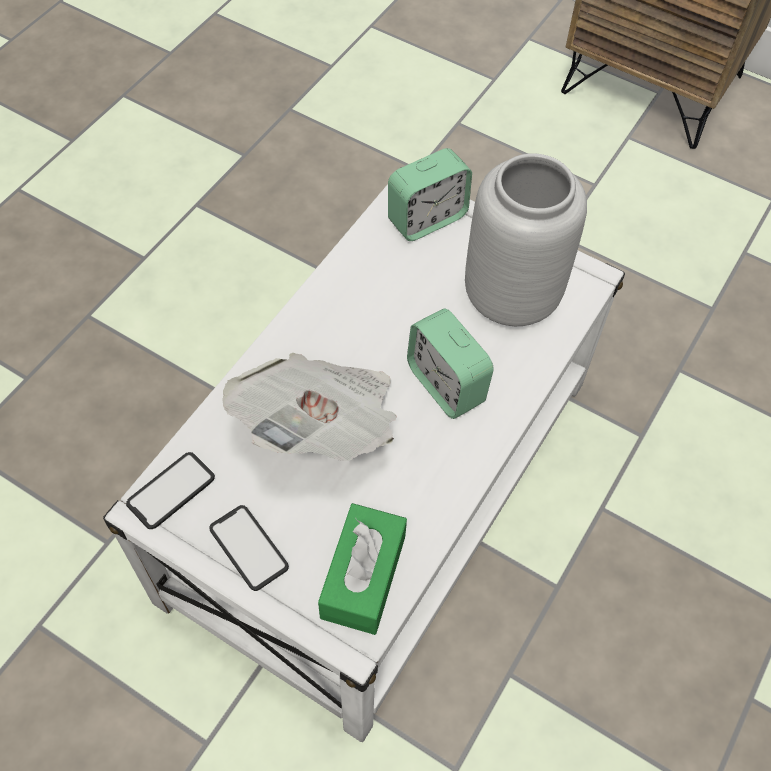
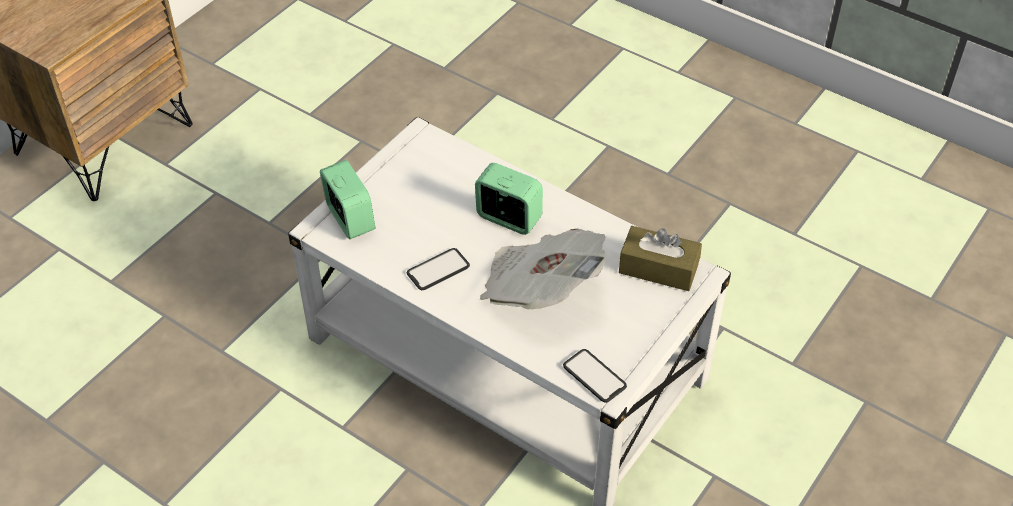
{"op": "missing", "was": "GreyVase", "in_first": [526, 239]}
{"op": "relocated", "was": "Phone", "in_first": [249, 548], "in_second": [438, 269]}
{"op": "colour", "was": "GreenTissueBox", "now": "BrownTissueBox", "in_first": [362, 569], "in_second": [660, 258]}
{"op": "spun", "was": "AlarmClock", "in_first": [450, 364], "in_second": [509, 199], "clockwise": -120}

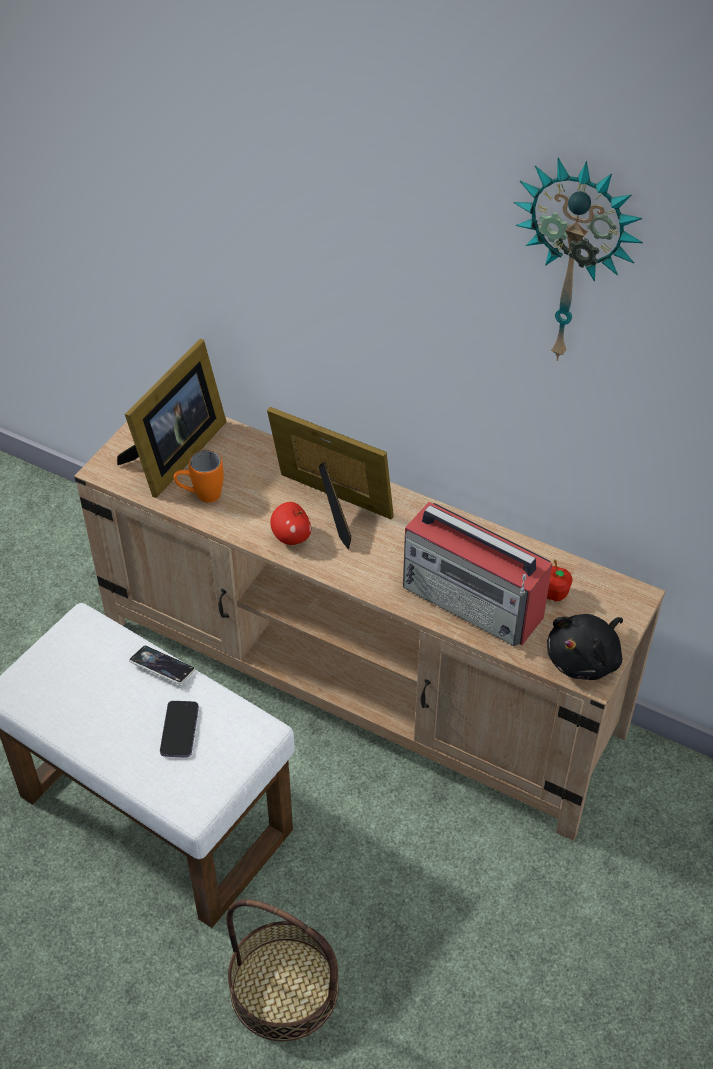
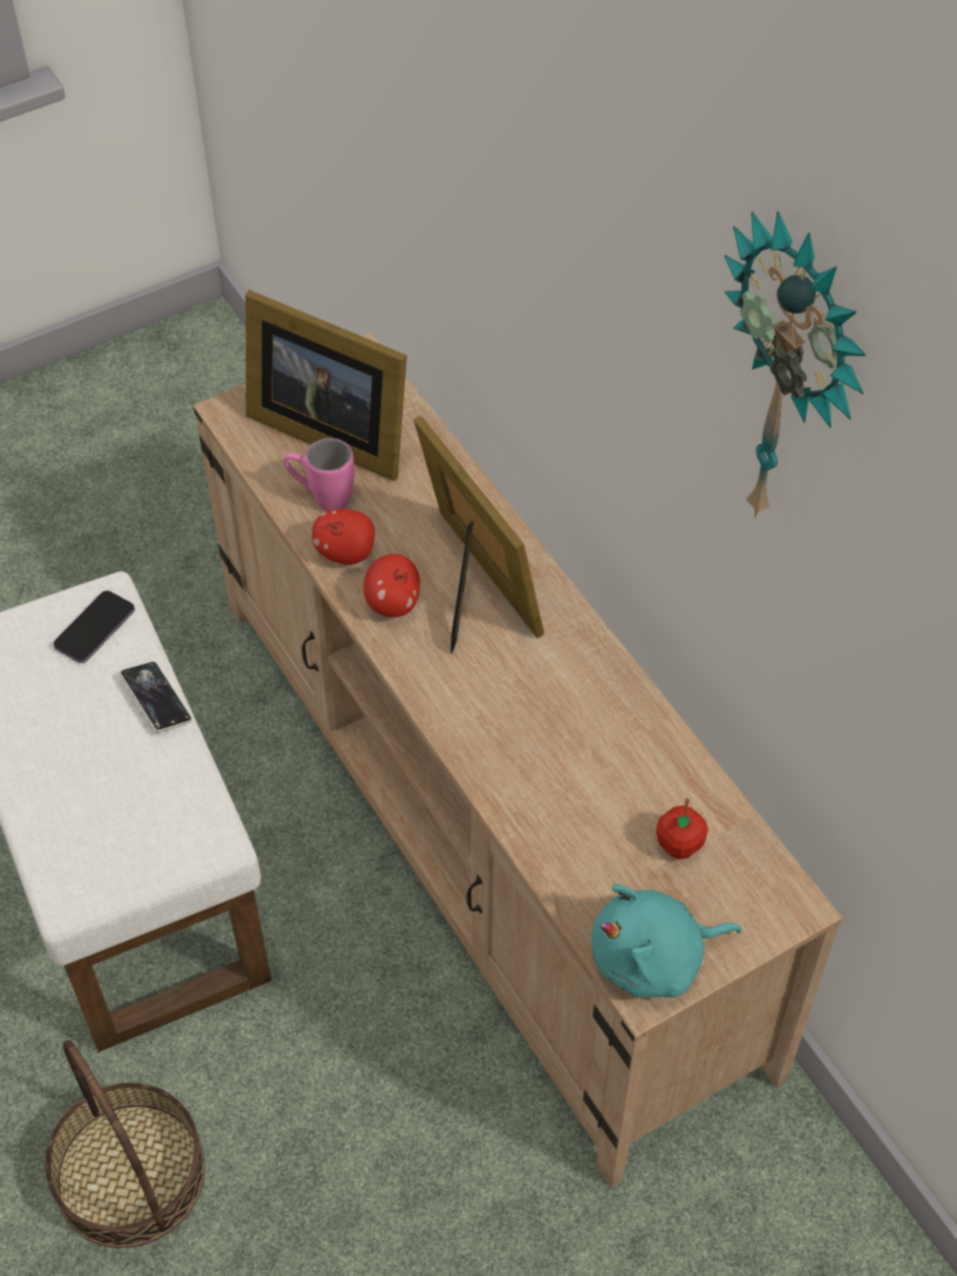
{"op": "missing", "was": "Radio", "in_first": [477, 574]}
{"op": "appeared", "now": "Apple", "in_second": [343, 537]}
{"op": "relocated", "was": "Phone", "in_first": [179, 729], "in_second": [94, 627]}
{"op": "colour", "was": "OrangeMug", "now": "PinkMug", "in_first": [199, 476], "in_second": [319, 474]}
{"op": "colour", "was": "BlackPlushToy", "now": "TurquoisePlushToy", "in_first": [585, 647], "in_second": [666, 940]}
{"op": "spun", "was": "PictureFrame", "in_first": [171, 418], "in_second": [326, 385], "clockwise": 60}

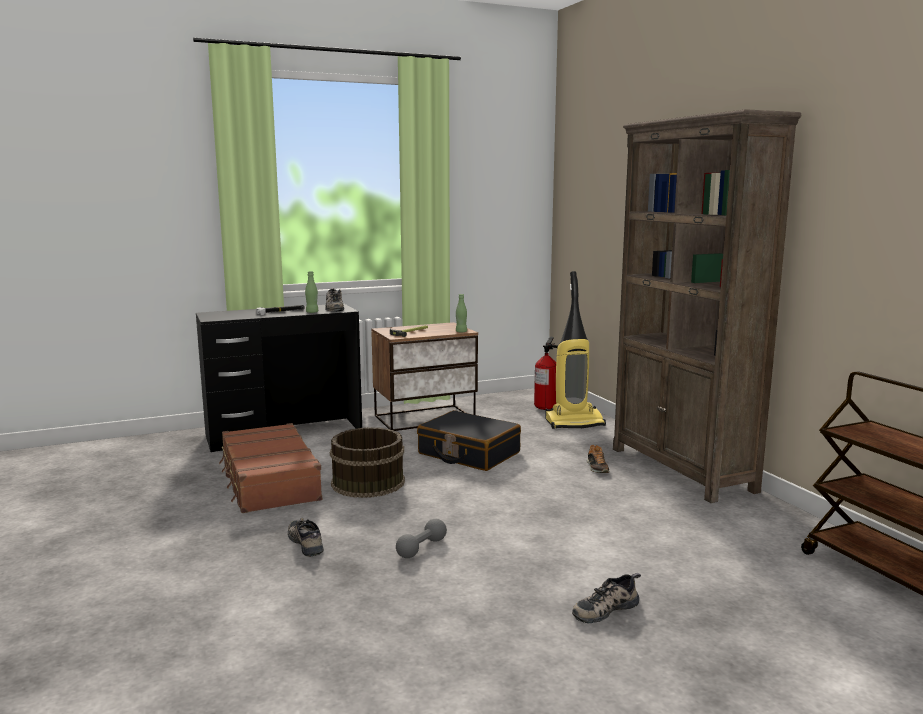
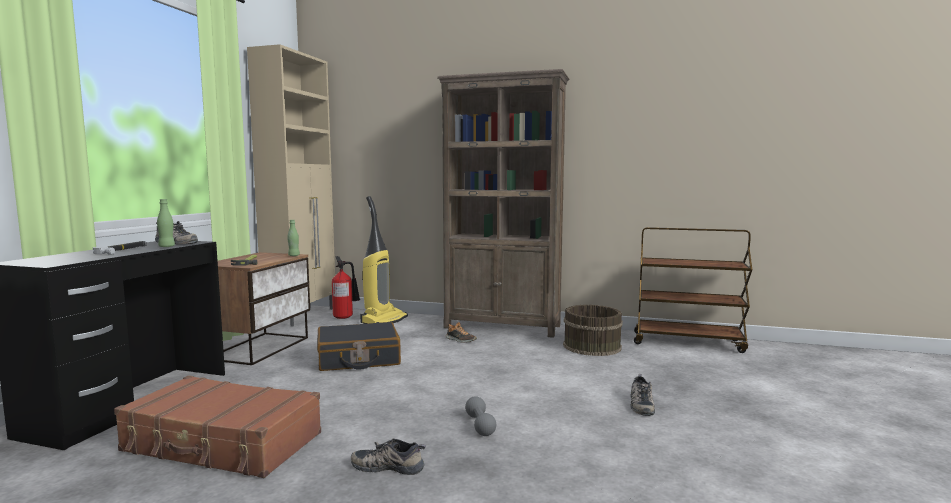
{"op": "appeared", "now": "BeigeCabinet", "in_second": [291, 185]}
{"op": "relocated", "was": "BrownBucket", "in_first": [367, 462], "in_second": [593, 330]}

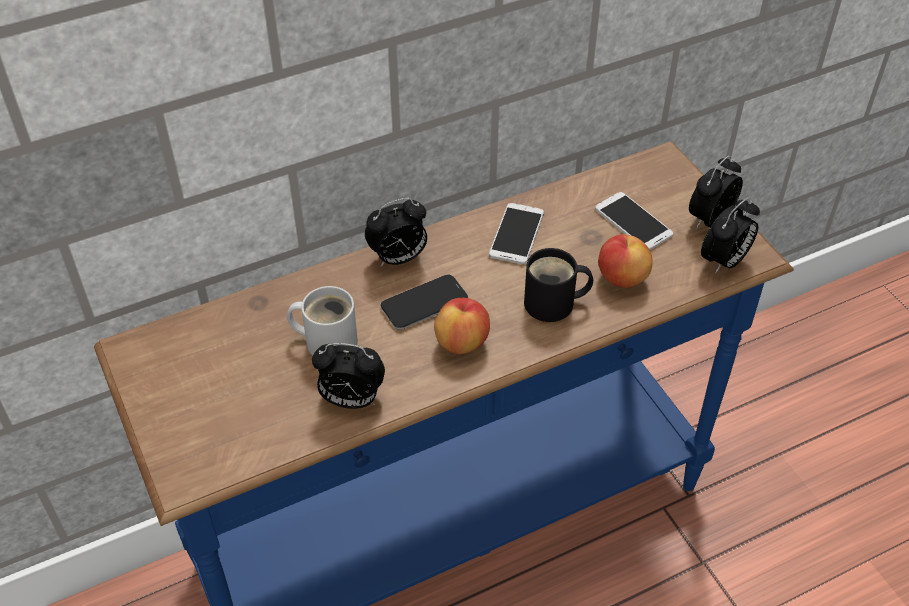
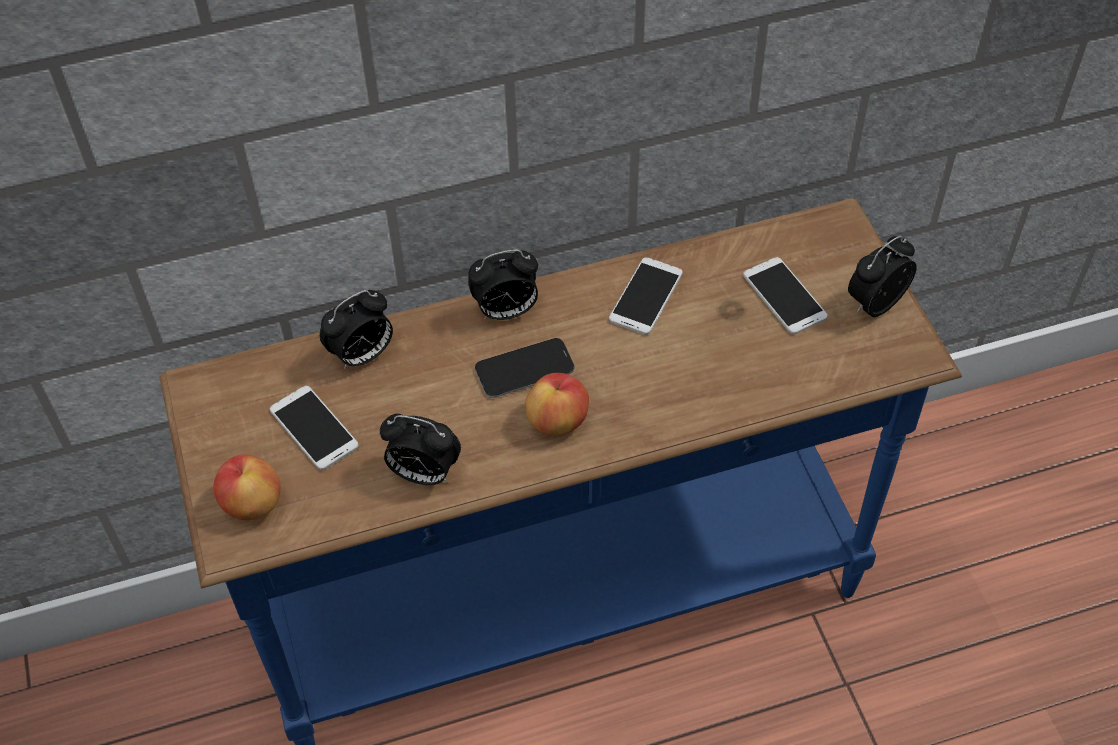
{"op": "missing", "was": "WhiteMug", "in_first": [322, 321]}
{"op": "missing", "was": "BlackMug", "in_first": [558, 285]}
{"op": "appeared", "now": "Phone", "in_second": [314, 428]}
{"op": "relocated", "was": "Apple", "in_first": [625, 261], "in_second": [246, 487]}
{"op": "relocated", "was": "AlarmClock", "in_first": [730, 236], "in_second": [356, 329]}

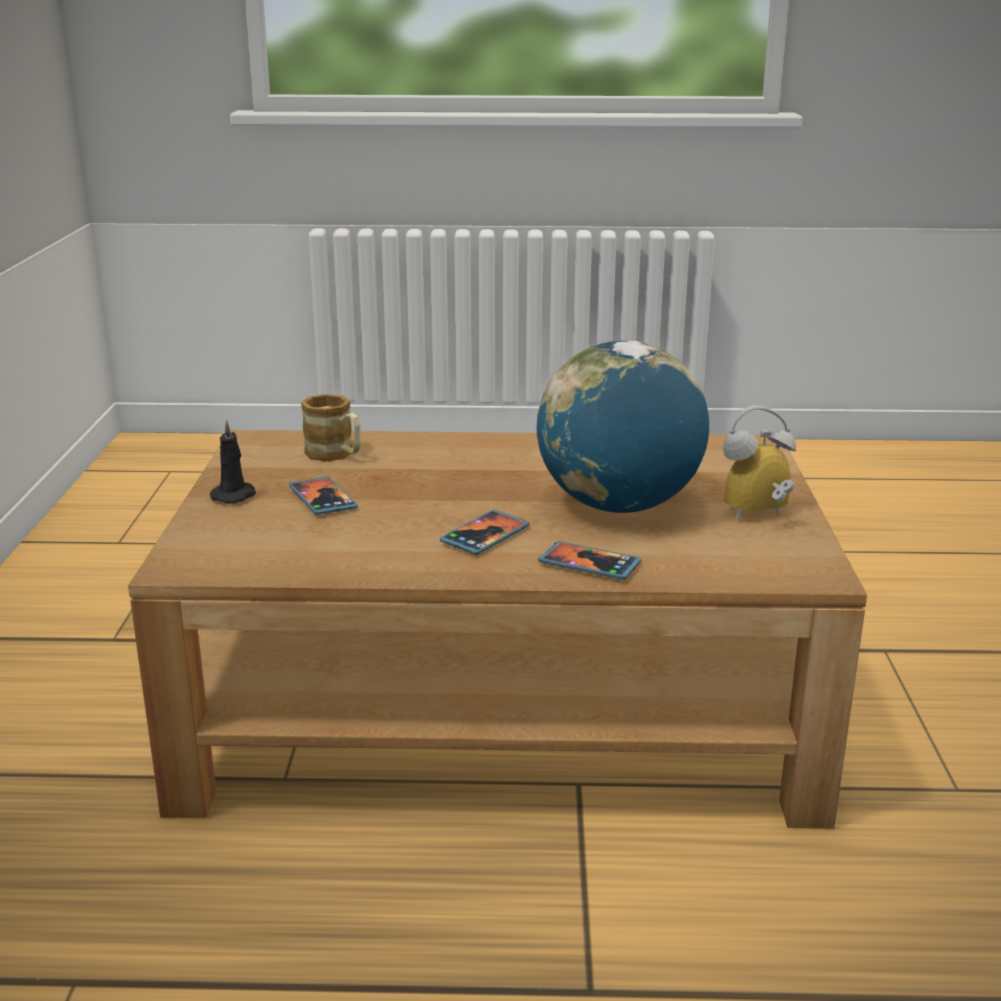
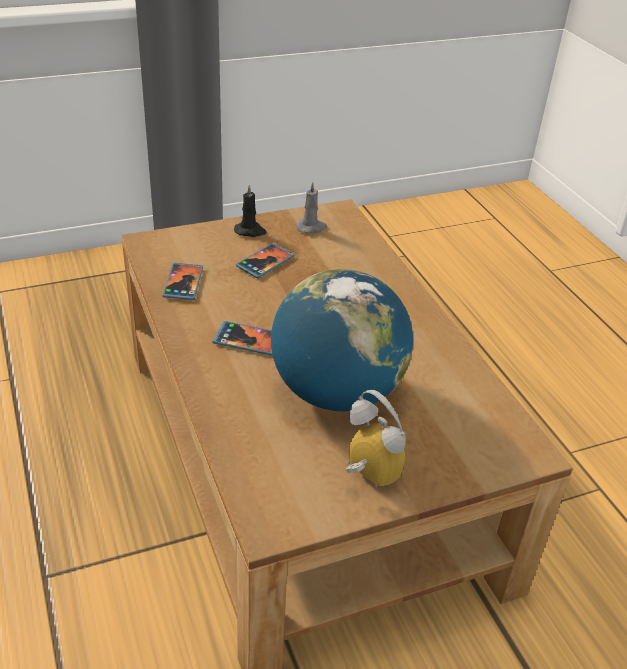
{"op": "missing", "was": "Mug", "in_first": [330, 428]}
{"op": "appeared", "now": "GreyCandle", "in_second": [311, 207]}
{"op": "relocated", "was": "Phone", "in_first": [589, 560], "in_second": [183, 281]}

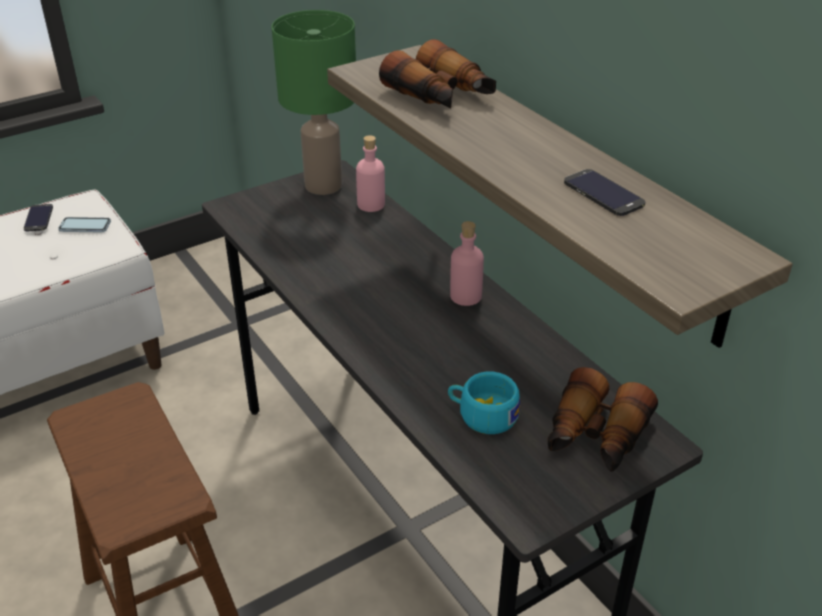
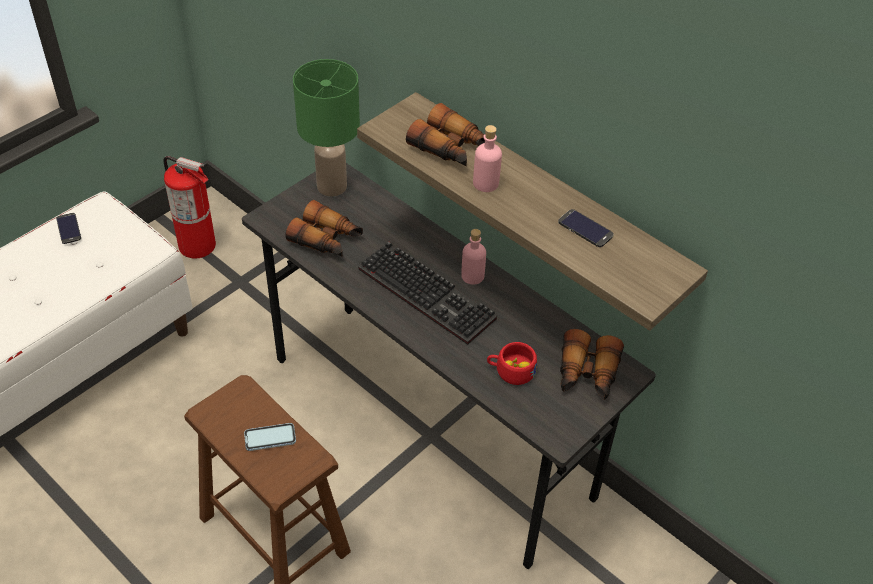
{"op": "appeared", "now": "FireExtinguisher", "in_second": [189, 207]}
{"op": "appeared", "now": "Binoculars", "in_second": [324, 228]}
{"op": "appeared", "now": "Keyboard", "in_second": [427, 293]}
{"op": "relocated", "was": "Phone", "in_first": [84, 224], "in_second": [270, 437]}
{"op": "relocated", "was": "PinkBottle", "in_first": [370, 173], "in_second": [487, 158]}
{"op": "colour", "was": "TurquoiseCup", "now": "RedCup", "in_first": [484, 403], "in_second": [512, 363]}

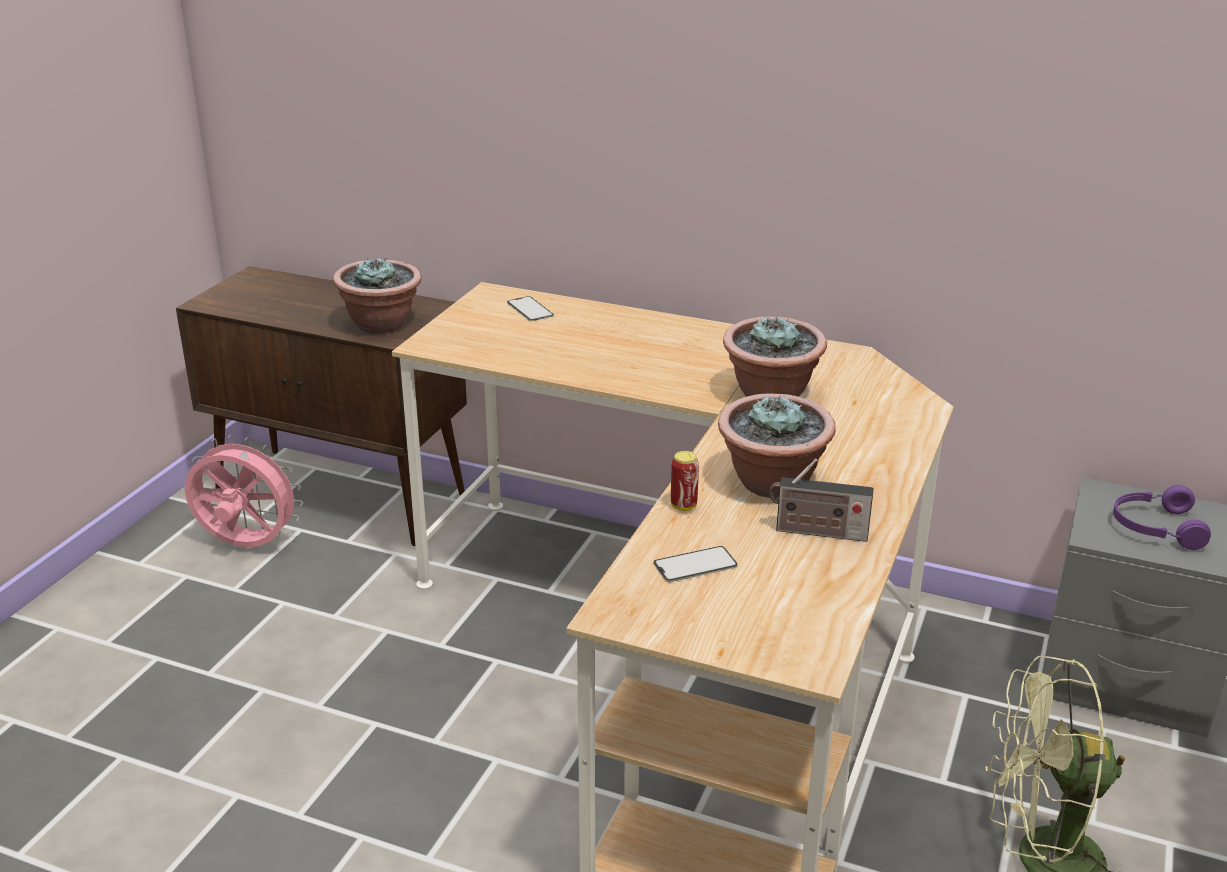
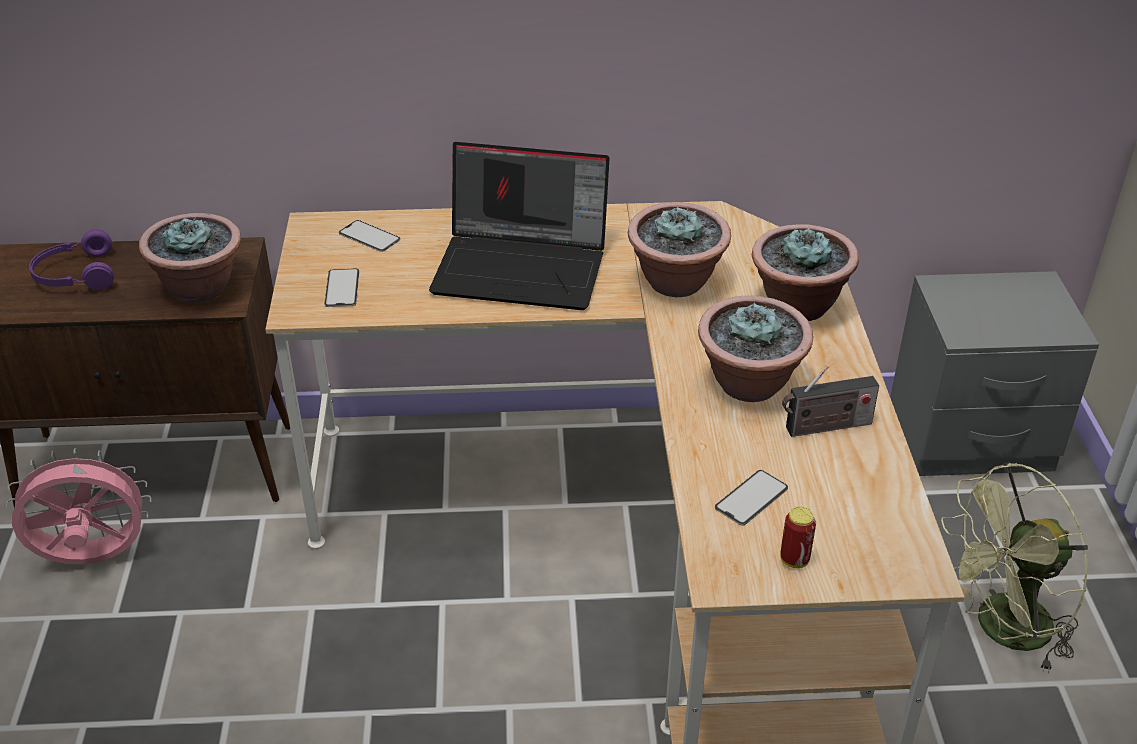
{"op": "appeared", "now": "Phone", "in_second": [341, 288]}
{"op": "appeared", "now": "Laptop", "in_second": [519, 226]}
{"op": "appeared", "now": "PottedPlant", "in_second": [805, 272]}
{"op": "relocated", "was": "Can", "in_first": [685, 481], "in_second": [798, 537]}
{"op": "relocated", "was": "PurpleHeadphones", "in_first": [1162, 517], "in_second": [71, 260]}

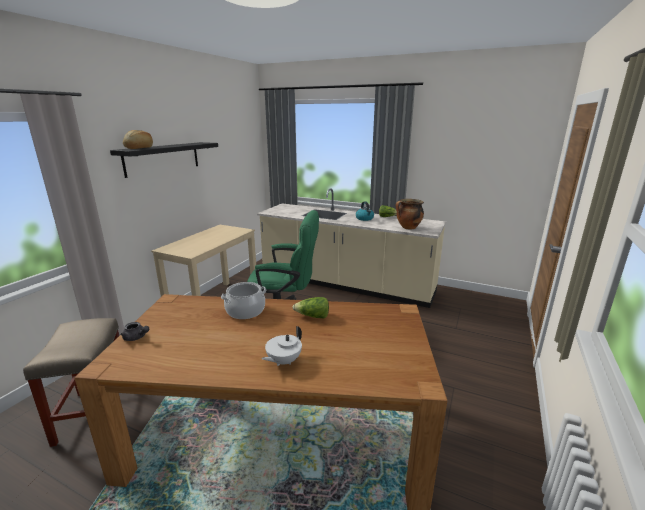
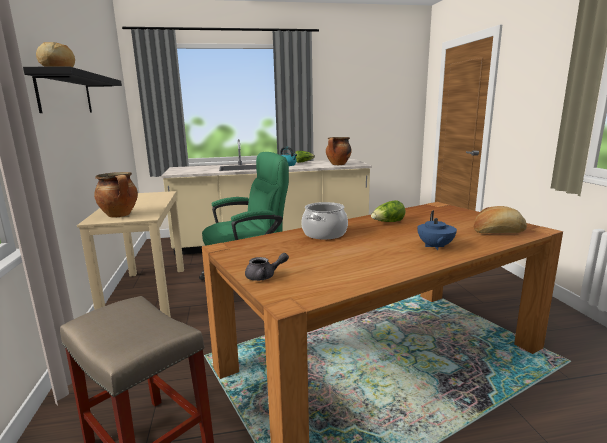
{"op": "appeared", "now": "CookingPot", "in_second": [116, 195]}
{"op": "appeared", "now": "Bread", "in_second": [500, 219]}
{"op": "colour", "was": "WhiteTeapot", "now": "BlueTeapot", "in_first": [282, 346], "in_second": [437, 230]}

